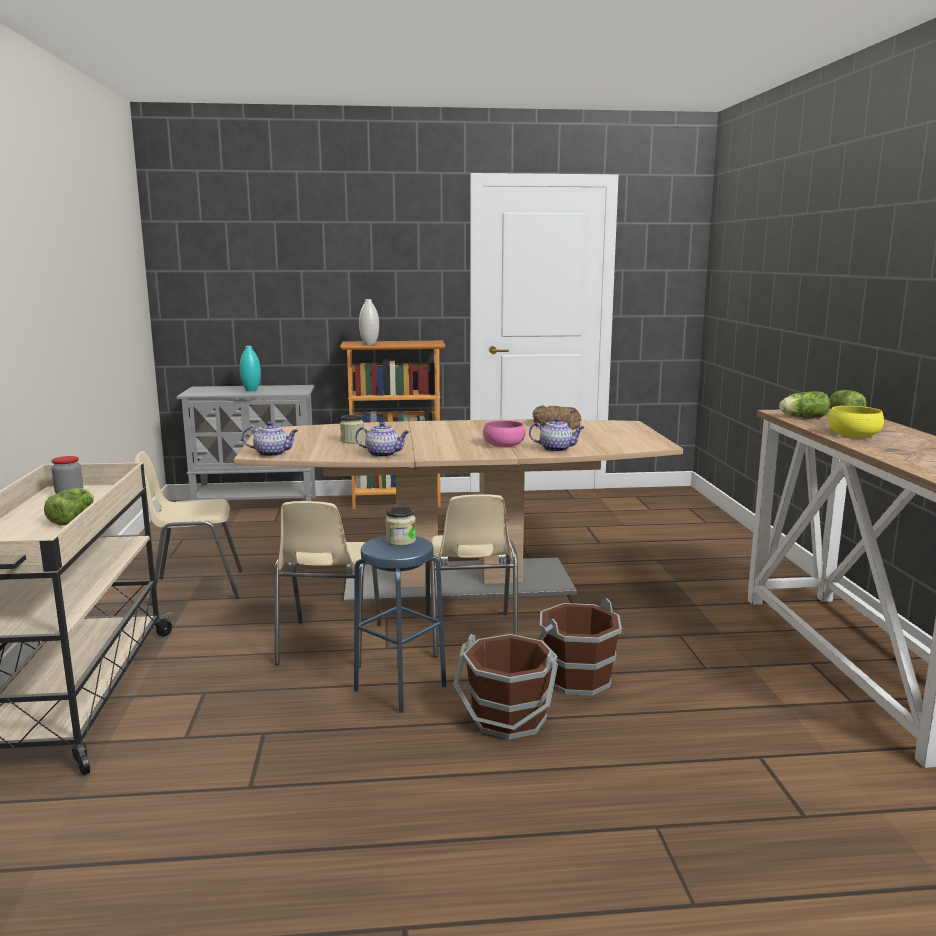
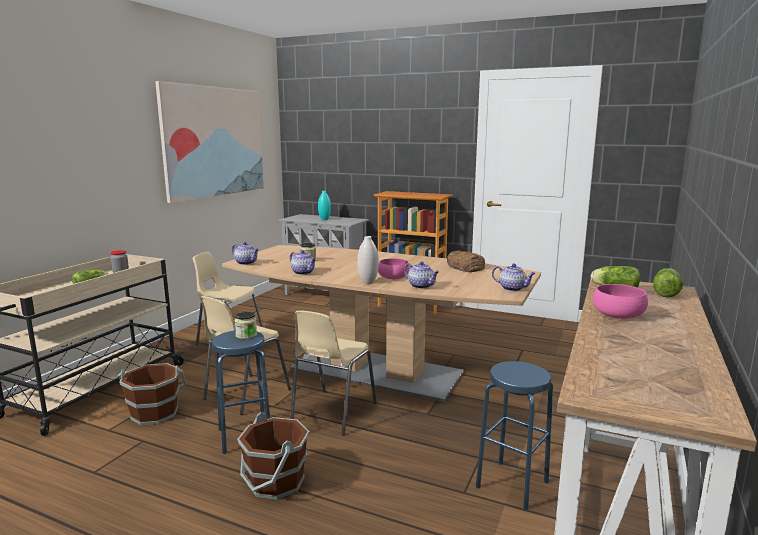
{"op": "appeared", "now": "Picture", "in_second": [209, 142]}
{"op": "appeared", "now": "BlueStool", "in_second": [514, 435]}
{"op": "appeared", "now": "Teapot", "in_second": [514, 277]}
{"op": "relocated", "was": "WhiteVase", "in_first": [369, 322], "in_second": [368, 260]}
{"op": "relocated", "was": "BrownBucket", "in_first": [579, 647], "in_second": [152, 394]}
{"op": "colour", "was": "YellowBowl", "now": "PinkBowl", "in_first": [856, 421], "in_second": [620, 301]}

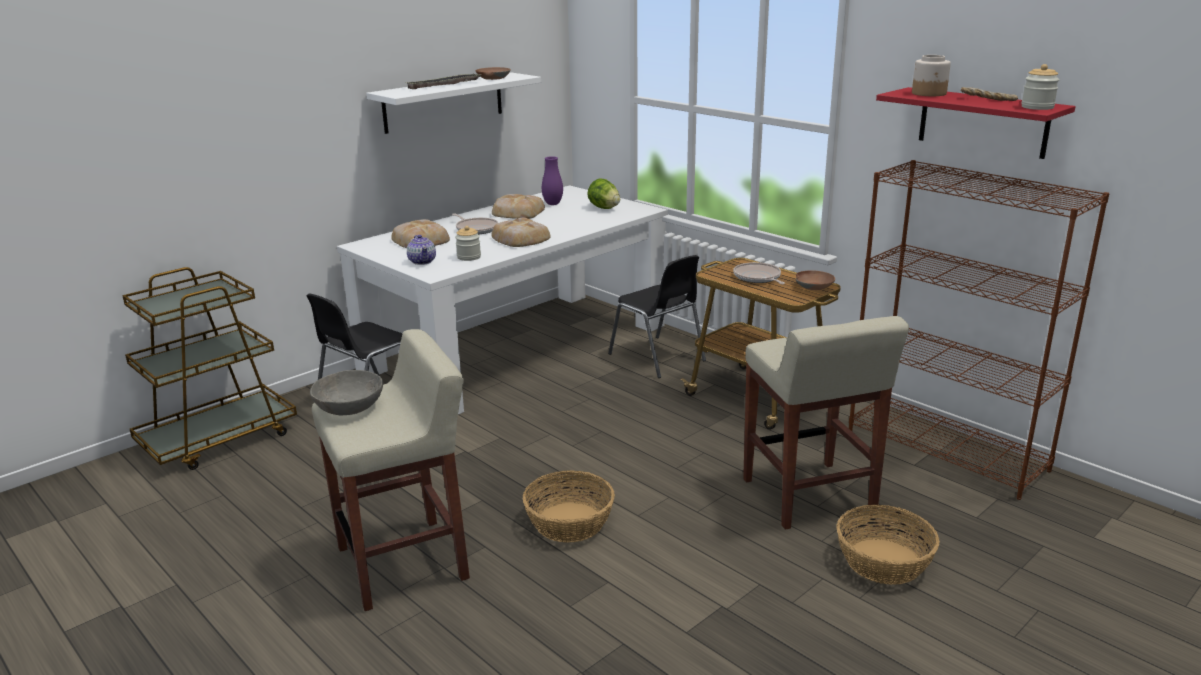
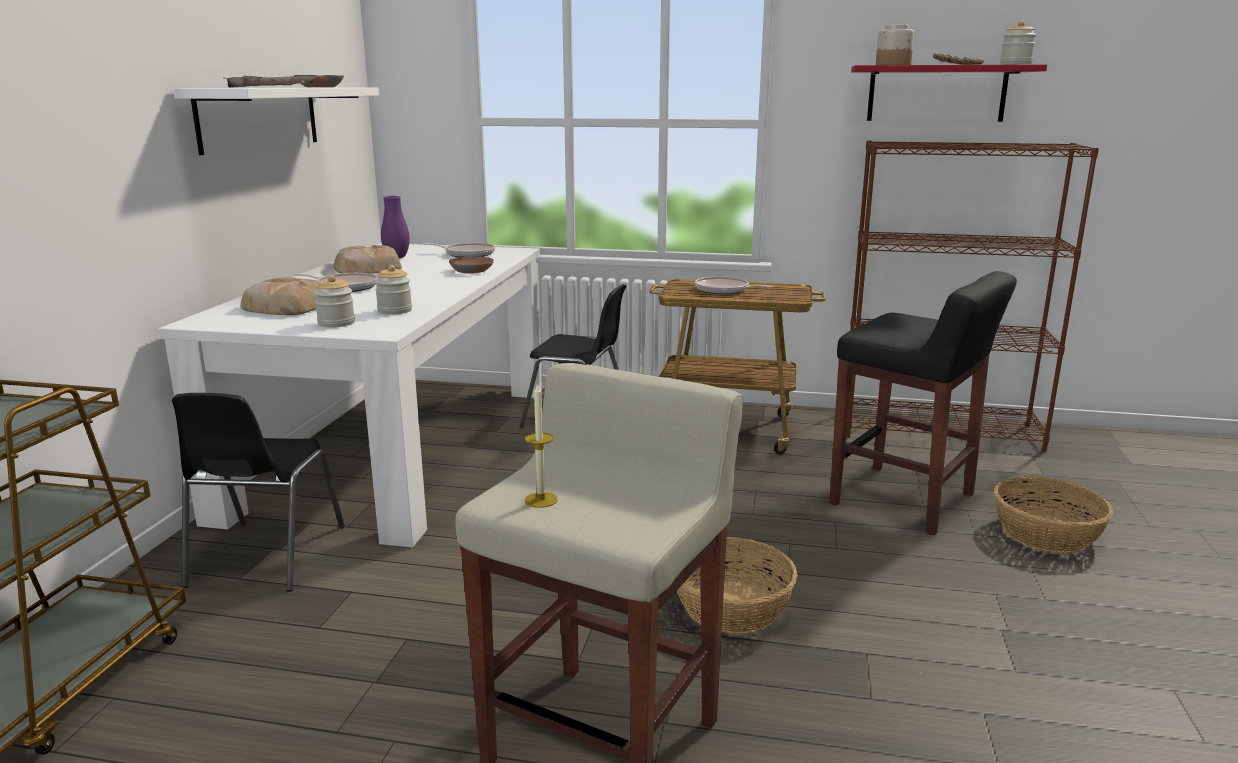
{"op": "missing", "was": "Bread", "in_first": [521, 232]}
{"op": "relocated", "was": "BrownBowl", "in_first": [815, 280], "in_second": [471, 265]}
{"op": "exchanged", "was": "GreyBowl", "now": "Candle", "in_first": [346, 392], "in_second": [541, 445]}
{"op": "exchanged", "was": "Teapot", "now": "Jar", "in_first": [421, 250], "in_second": [334, 301]}
{"op": "exchanged", "was": "Lettuce", "now": "FryingPan", "in_first": [603, 193], "in_second": [459, 250]}
{"op": "colour", "was": "BeigeStool", "now": "BlackStool", "in_first": [826, 423], "in_second": [923, 403]}

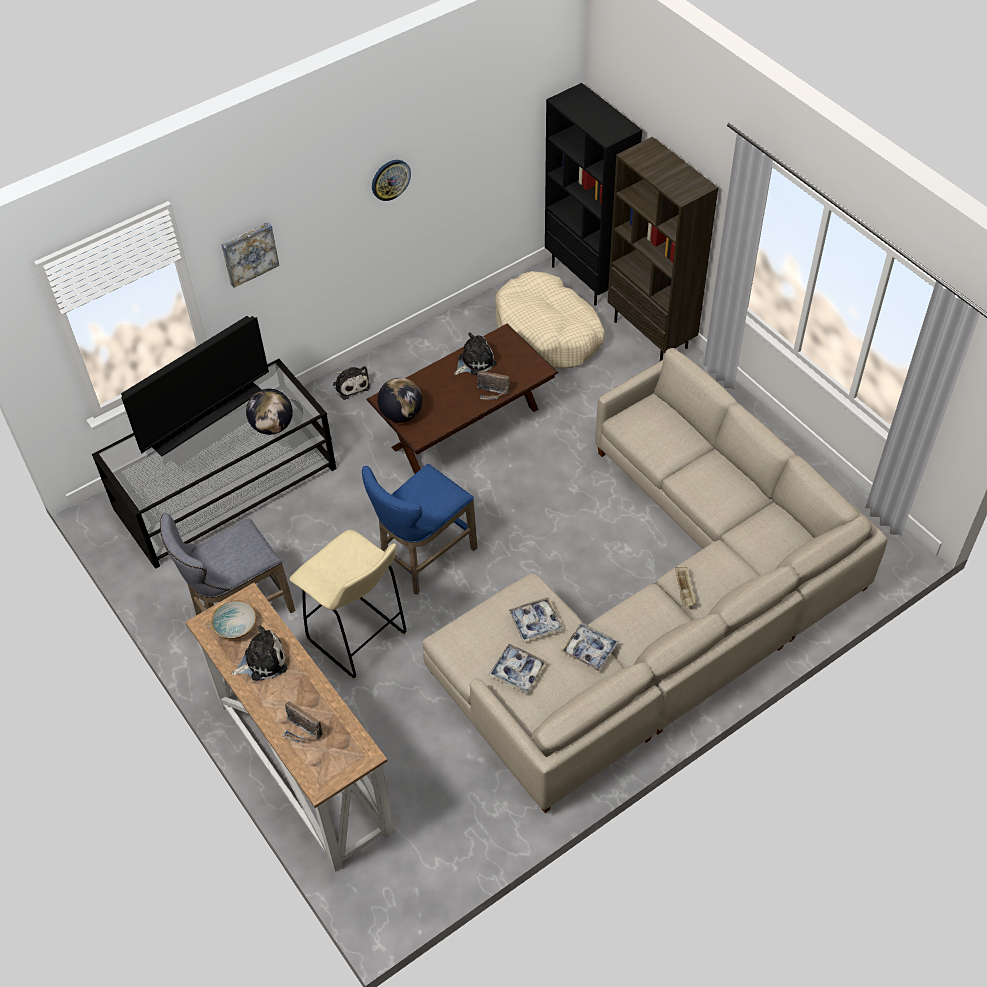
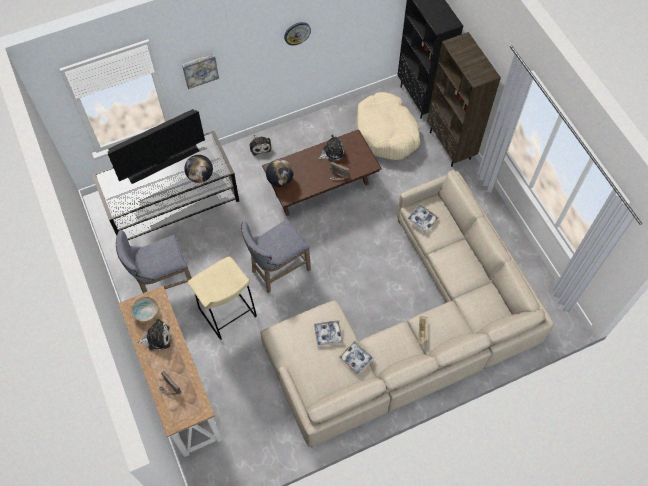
{"op": "relocated", "was": "Tray", "in_first": [517, 668], "in_second": [423, 218]}
{"op": "colour", "was": "BlueStool", "now": "GreyStool", "in_first": [419, 529], "in_second": [276, 256]}

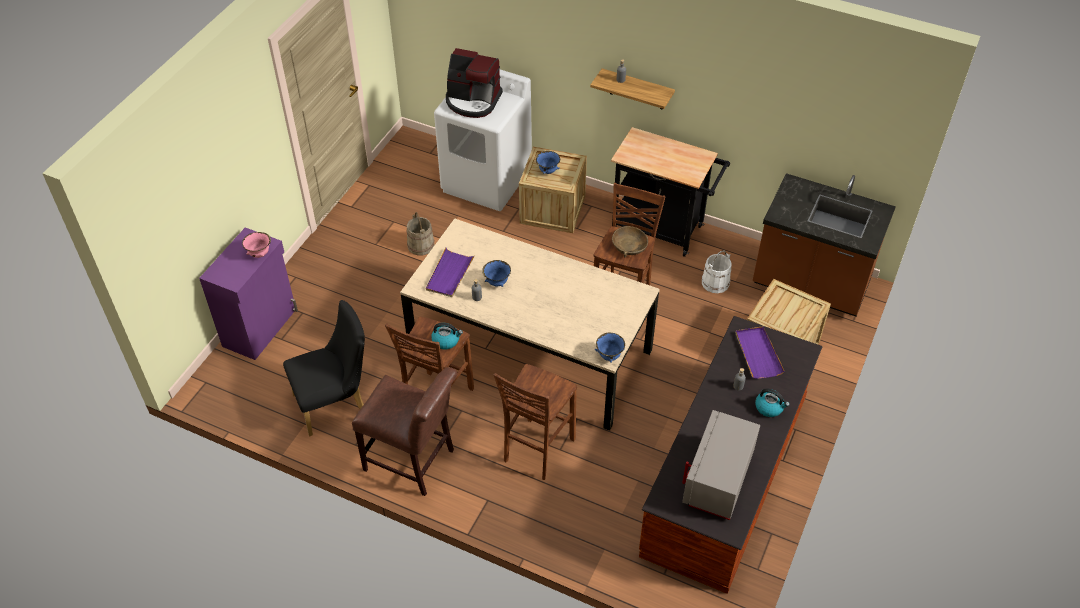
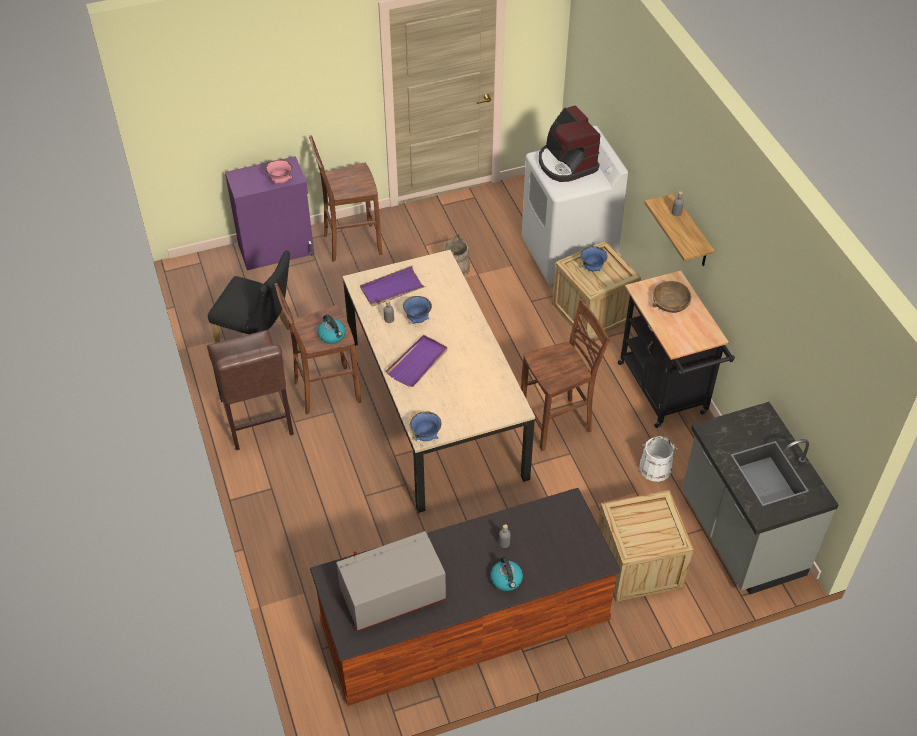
{"op": "relocated", "was": "BrownStool", "in_first": [535, 422], "in_second": [346, 198]}
{"op": "relocated", "was": "BrownBowl", "in_first": [630, 242], "in_second": [671, 297]}
{"op": "relocated", "was": "PurpleTray", "in_first": [760, 352], "in_second": [417, 361]}
{"op": "colour", "was": "BrownCounter", "now": "GreyCounter", "in_first": [824, 244], "in_second": [760, 498]}

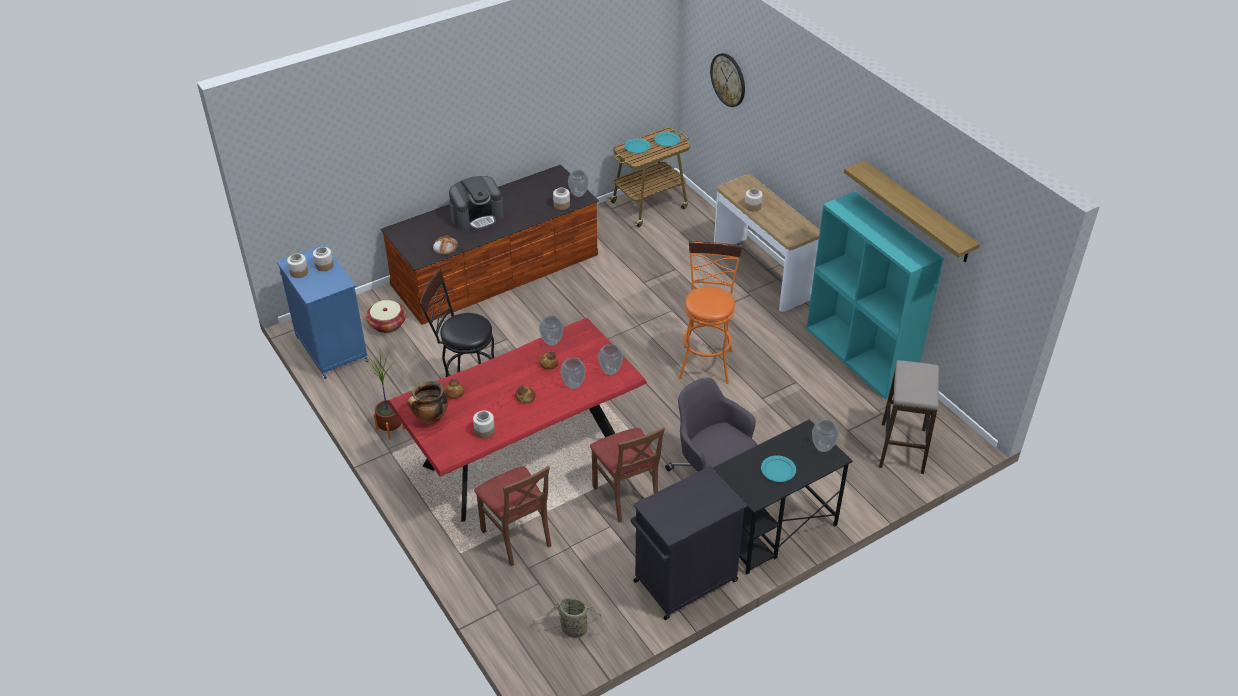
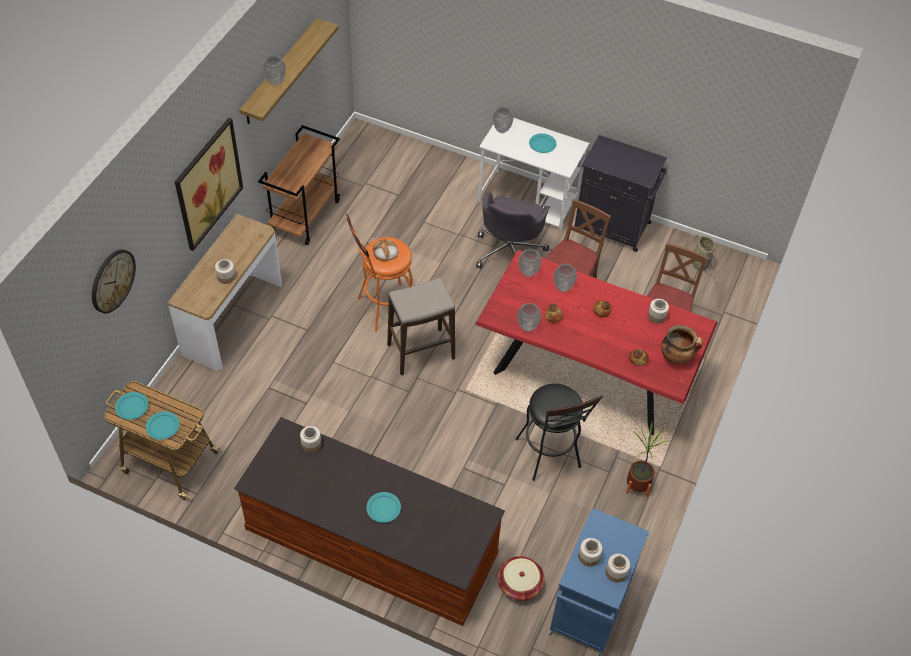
{"op": "appeared", "now": "Picture", "in_second": [209, 184]}
{"op": "relocated", "was": "Bread", "in_first": [445, 245], "in_second": [385, 250]}
{"op": "relocated", "was": "Vase", "in_first": [578, 183], "in_second": [274, 70]}
{"op": "relocated", "was": "Stool", "in_first": [909, 417], "in_second": [421, 326]}
{"op": "exchanged", "was": "CoffeeMachine", "now": "TurquoisePlate", "in_first": [476, 204], "in_second": [383, 507]}
{"op": "exchanged", "was": "TurquoiseBookcase", "now": "BrownCart", "in_first": [875, 295], "in_second": [299, 185]}
{"op": "colour", "was": "BlackDesk", "now": "WhiteDesk", "in_first": [782, 497], "in_second": [533, 174]}

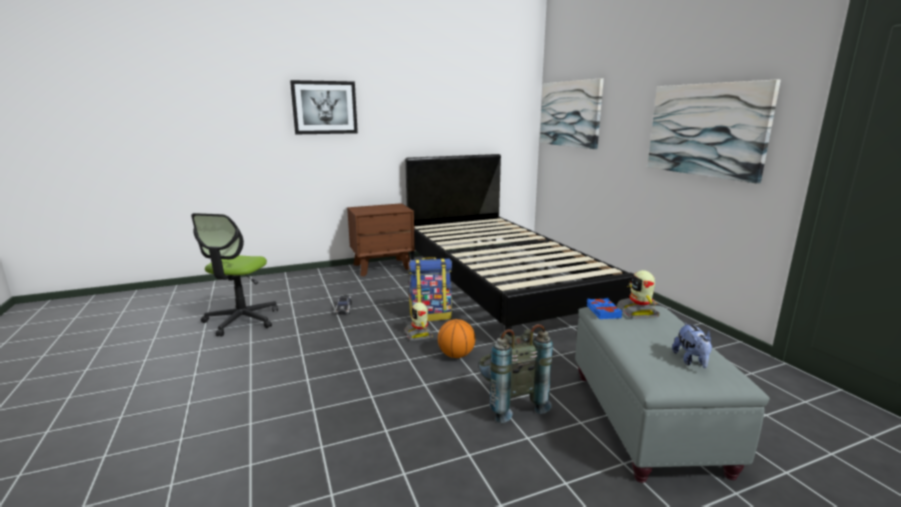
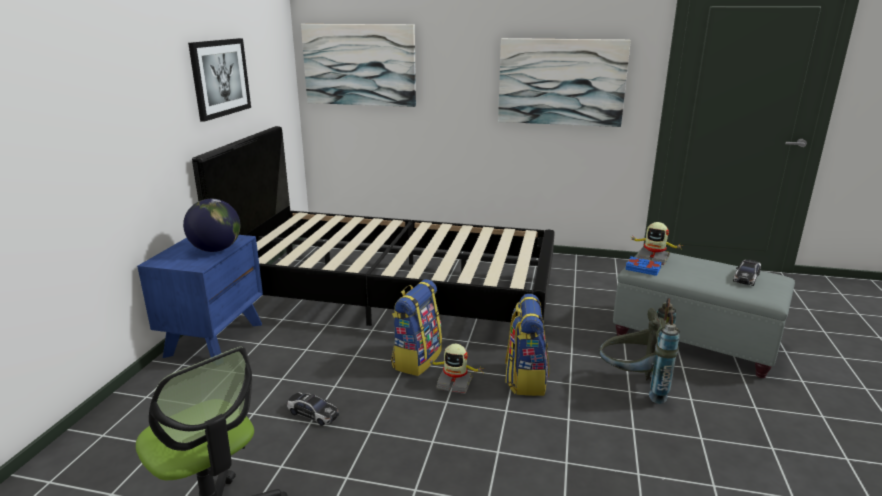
{"op": "appeared", "now": "Globe", "in_second": [211, 225]}
{"op": "relocated", "was": "Picture", "in_first": [324, 107], "in_second": [219, 80]}
{"op": "exchanged", "was": "Basketball", "now": "Backpack", "in_first": [456, 338], "in_second": [527, 345]}
{"op": "exchanged", "was": "PlushToy", "now": "ToyCar", "in_first": [692, 345], "in_second": [747, 272]}
{"op": "colour", "was": "BrownNightstand", "now": "BlueNightstand", "in_first": [381, 239], "in_second": [200, 296]}

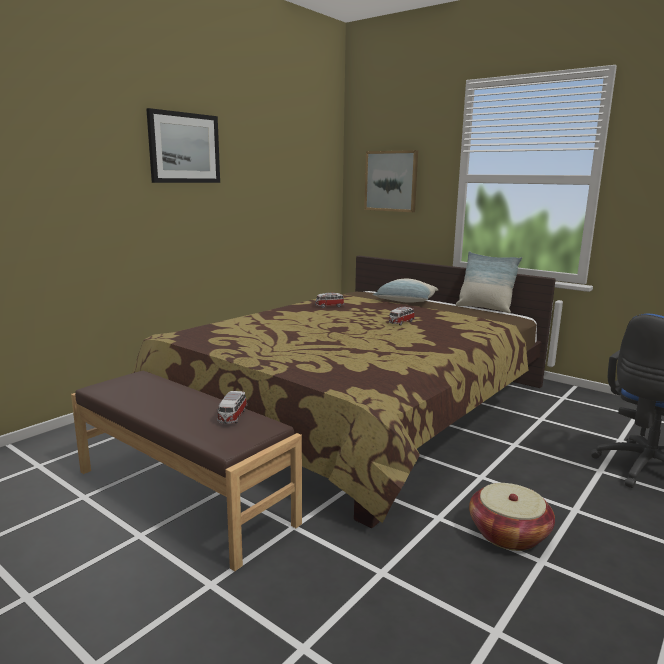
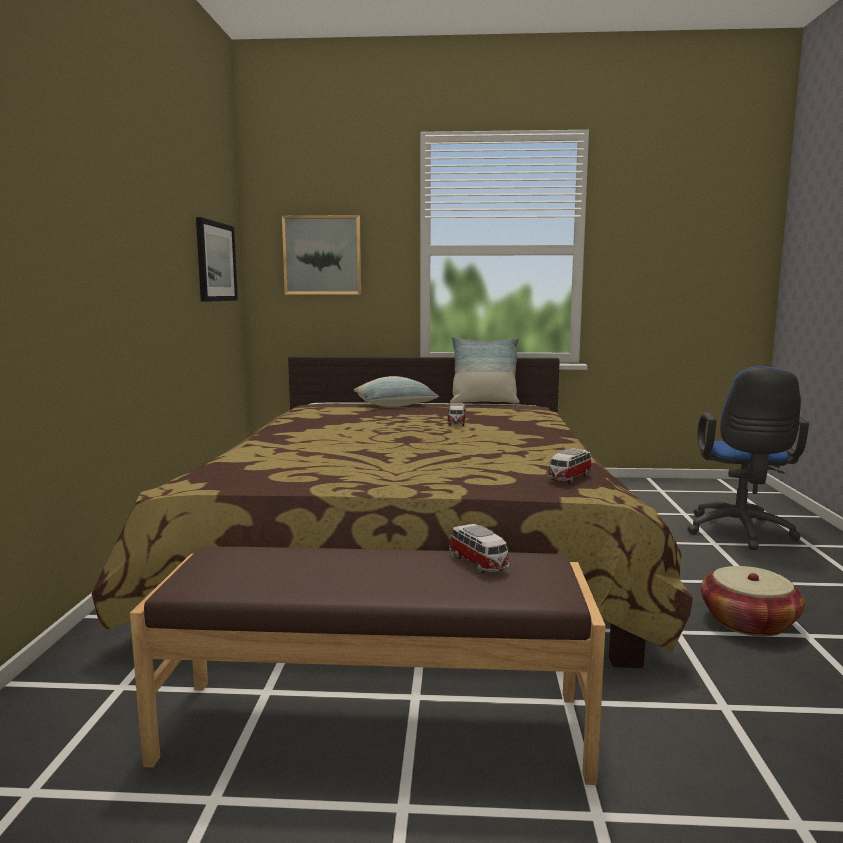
{"op": "relocated", "was": "Picture", "in_first": [183, 145], "in_second": [217, 259]}
{"op": "relocated", "was": "ToyCar", "in_first": [329, 300], "in_second": [570, 466]}

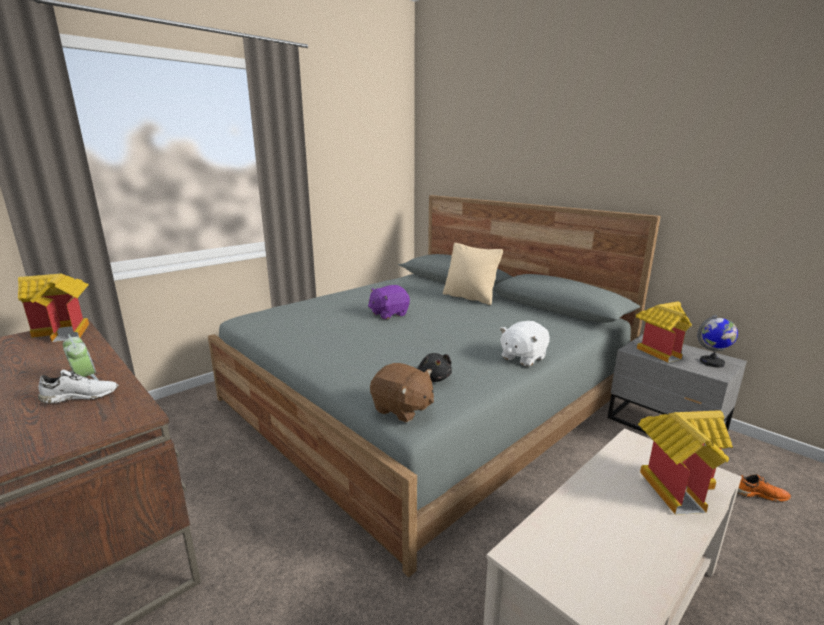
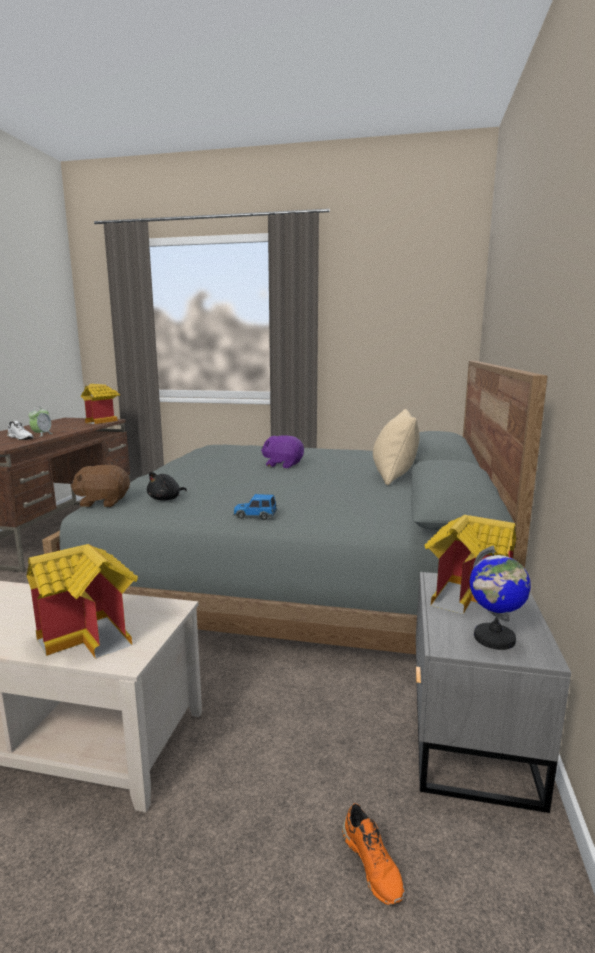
{"op": "exchanged", "was": "WhitePlushToy", "now": "ToyCar", "in_first": [525, 343], "in_second": [255, 507]}
{"op": "spun", "was": "BrownPlushToy", "in_first": [402, 392], "in_second": [100, 486], "clockwise": 90}

